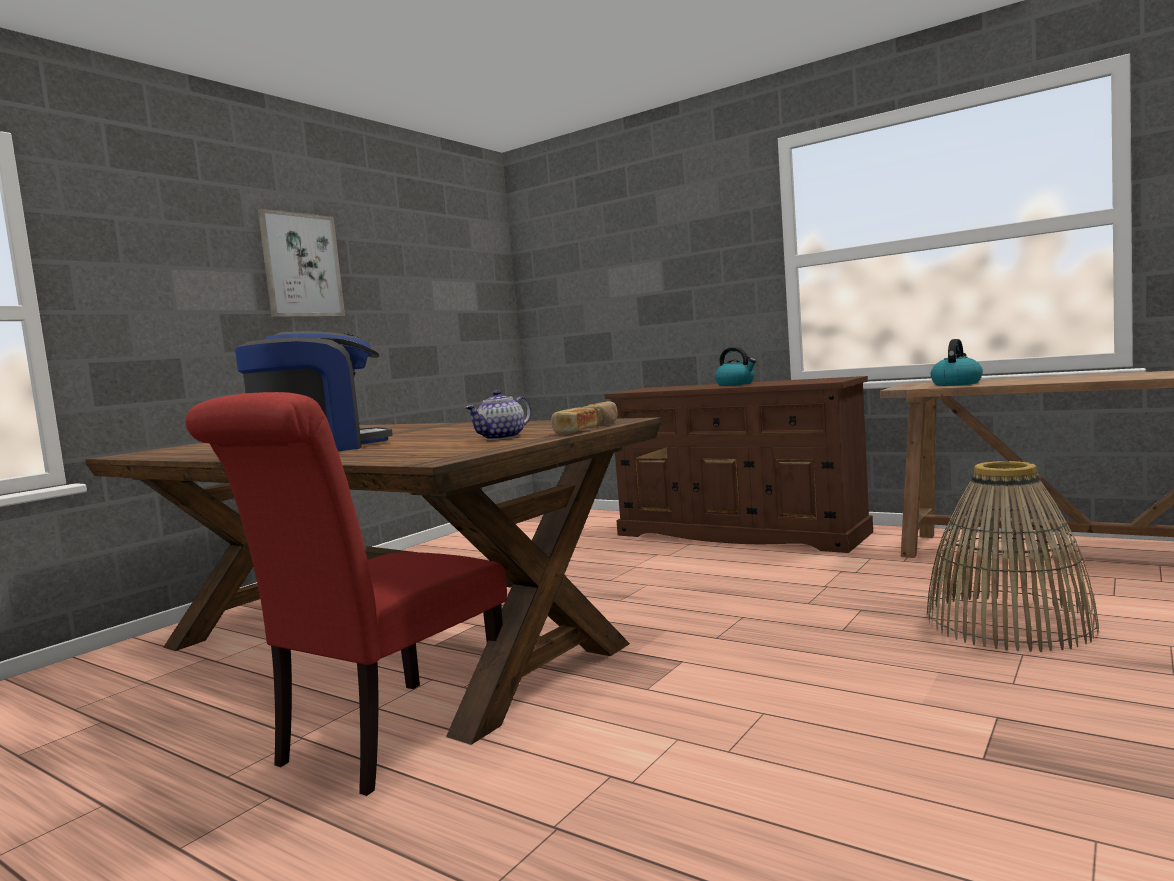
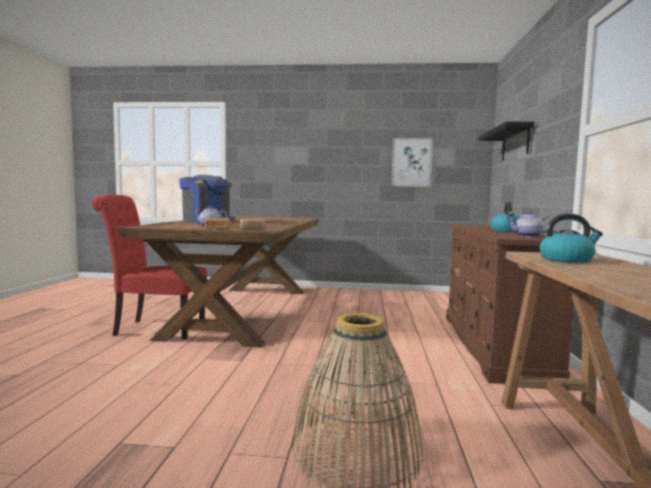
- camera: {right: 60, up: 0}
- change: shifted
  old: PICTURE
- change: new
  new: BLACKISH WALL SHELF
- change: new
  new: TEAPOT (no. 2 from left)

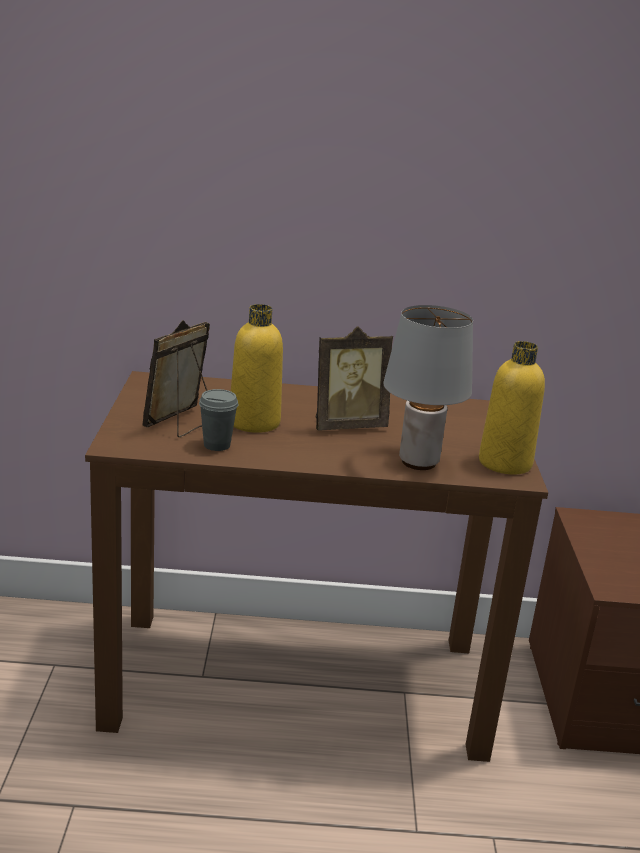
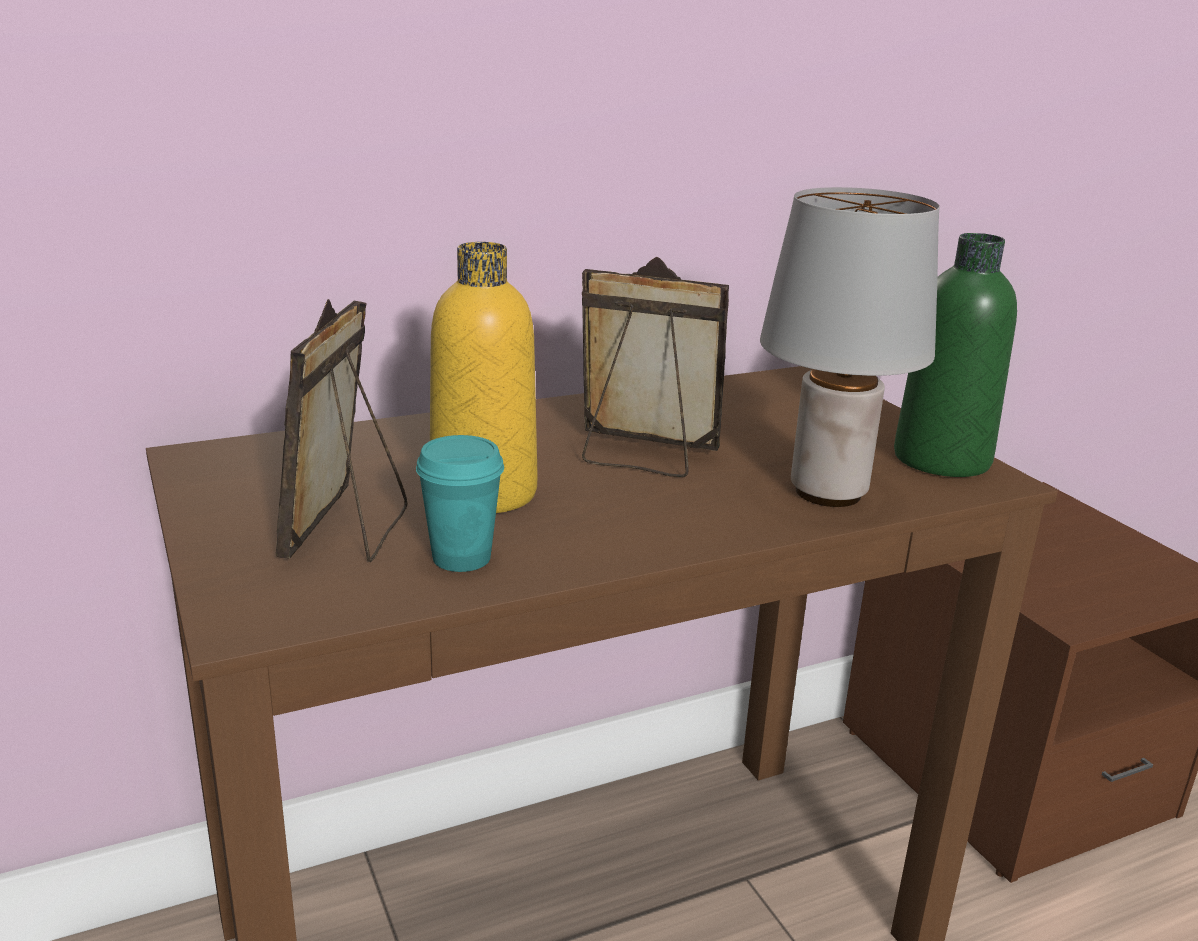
- camera: {right: -25, up: 0}
- change: repainted
  old: GREY DRINKING CUP
  new: BLUE-GREEN DRINKING CUP
- change: rotated
  old: PICTURE FRAME (no. 2 from left)
  degrees: -120
- change: repainted
  old: YELLOWISH DRINK BOTTLE (no. 2 from left)
  new: GREEN DRINK BOTTLE

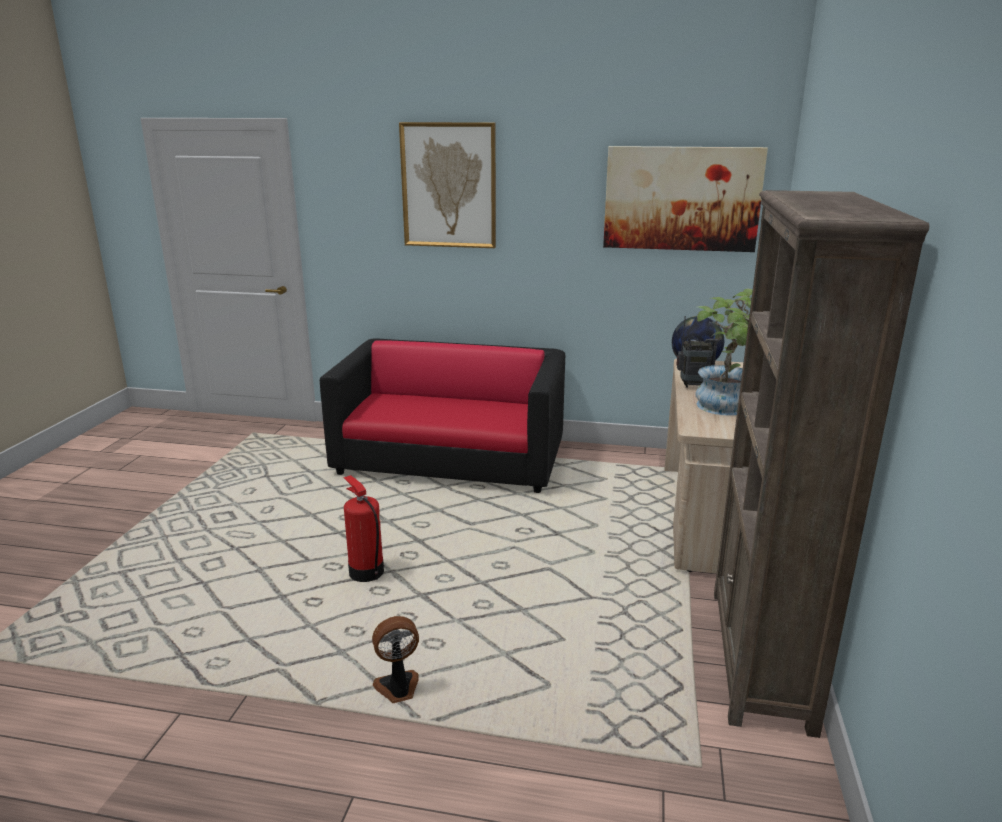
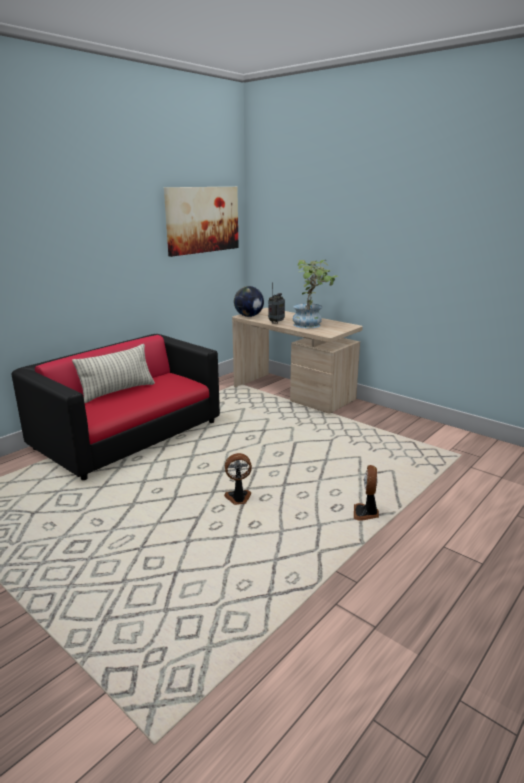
- camera: {right: -60, up: 0}
- change: new
  new: THROW PILLOW
- change: swapped
  old: FIRE-FIGHTING CYLINDER
  new: ELECTRIC FAN (no. 1 from left)
- change: gone
  old: PICTURE (no. 1 from left)
- change: gone
  old: BROWN SHELVING UNIT

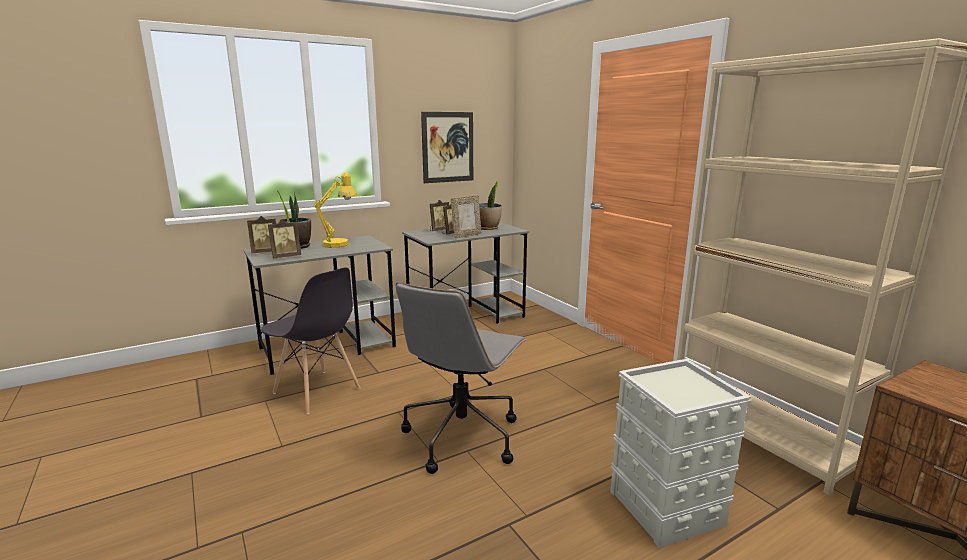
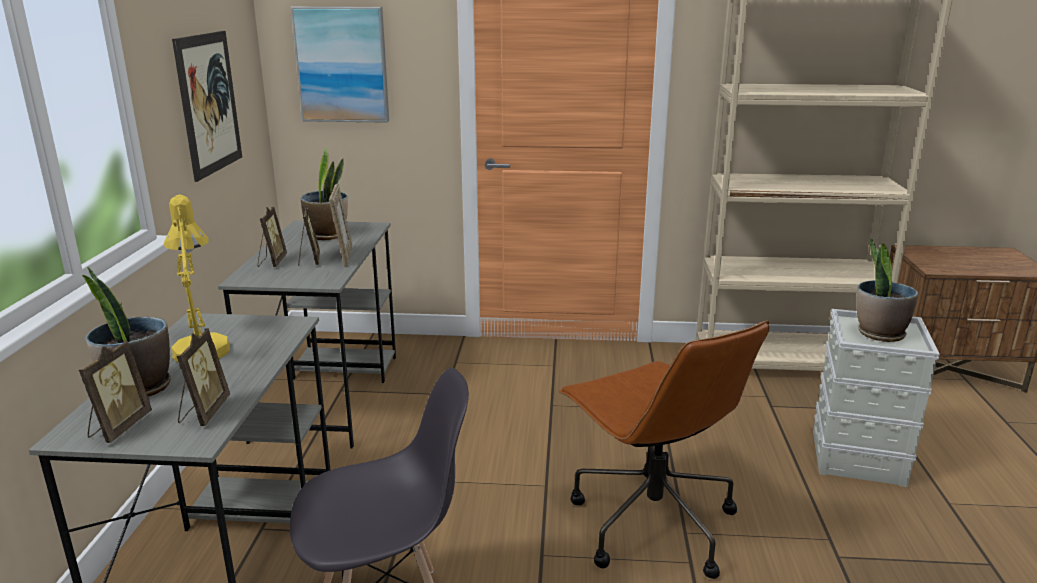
- camera: {right: -55, up: 5}
- change: new
  new: PICTURE (no. 2 from left)
- change: repainted
  old: GREY OFFICE CHAIR
  new: BROWN OFFICE CHAIR
- change: new
  new: PLANT IN A POT (no. 3 from left)

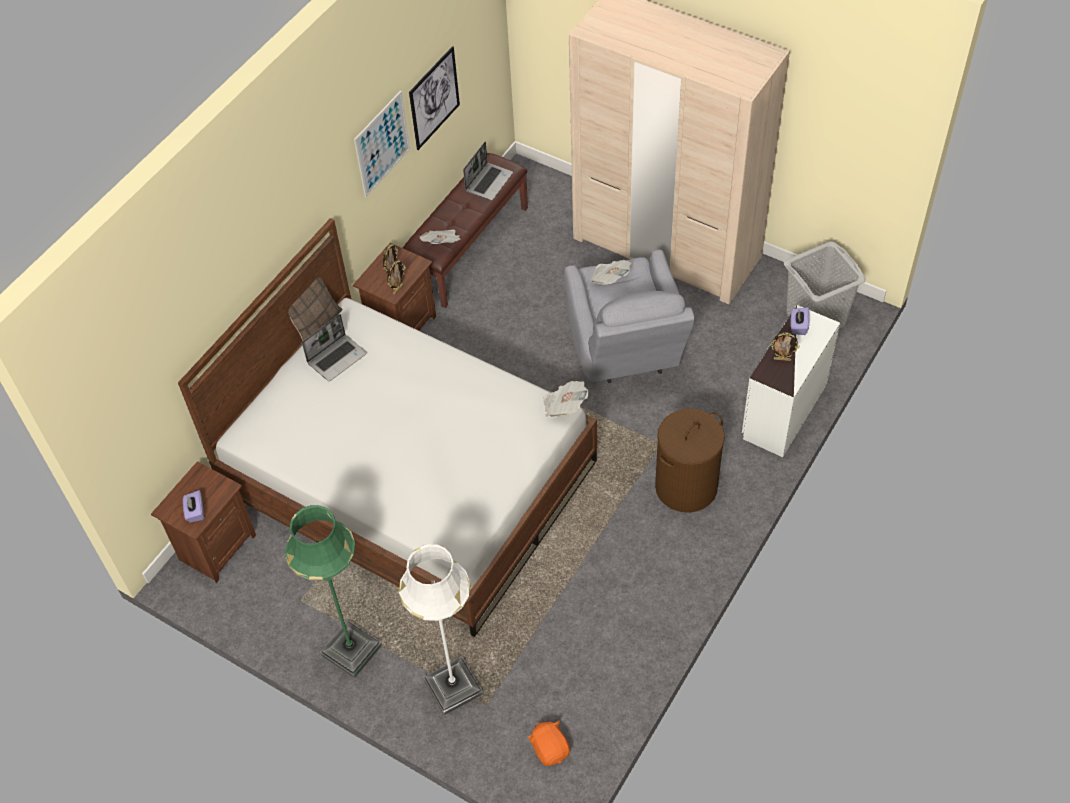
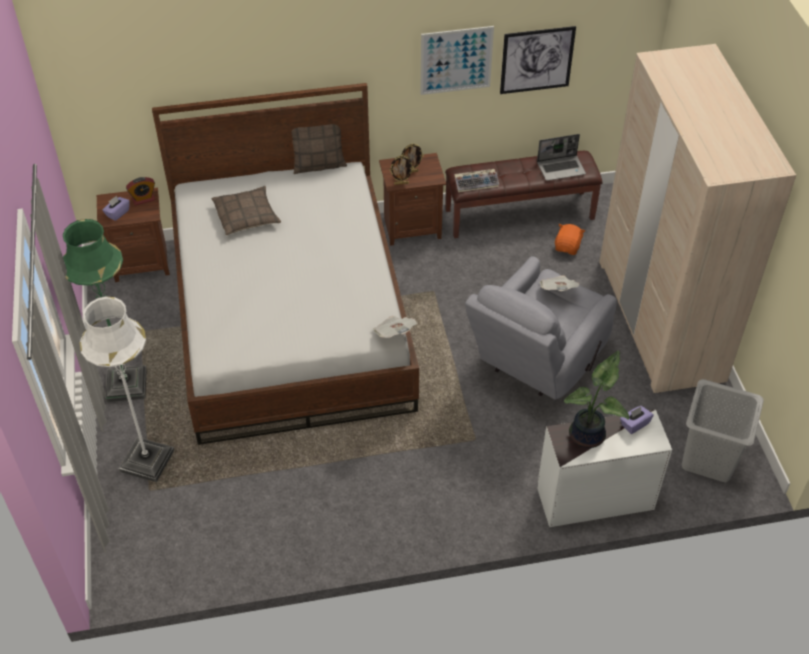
- camera: {right: 45, up: -5}
- change: new
  new: ALARM CLOCK
- change: new
  new: THROW PILLOW (no. 1 from left)
- change: swapped
  old: NEWSPAPER (no. 1 from left)
  new: PC KEYBOARD
- change: shifted
  old: ORANGEY SOFT TOY
- change: swapped
  old: PICTURE FRAME (no. 3 from left)
  new: PLANT IN A POT
- change: gone
  old: PORTABLE COMPUTER (no. 1 from left)
- change: gone
  old: BROWN WASHING BASKET

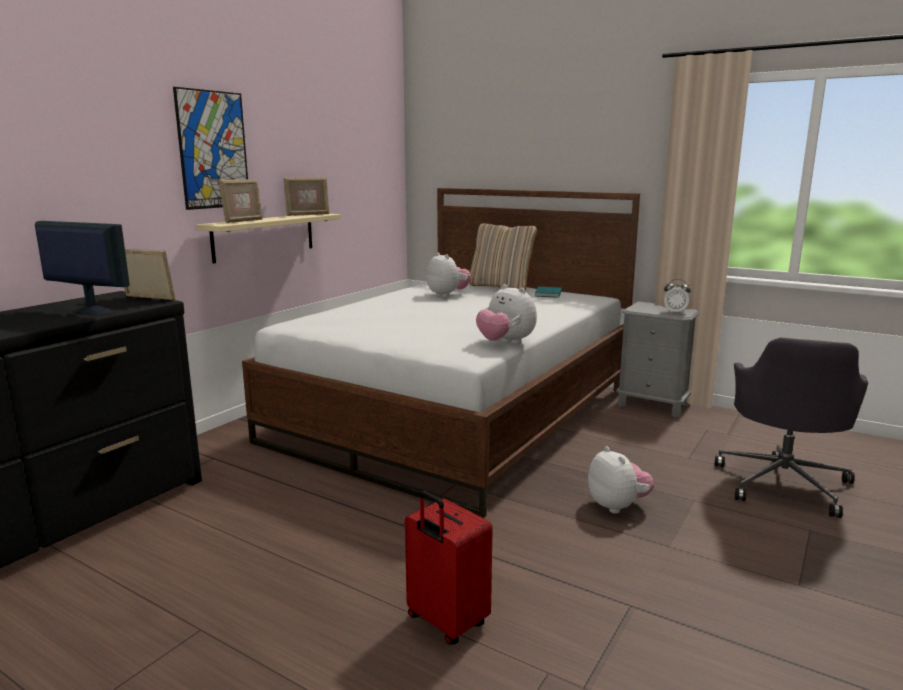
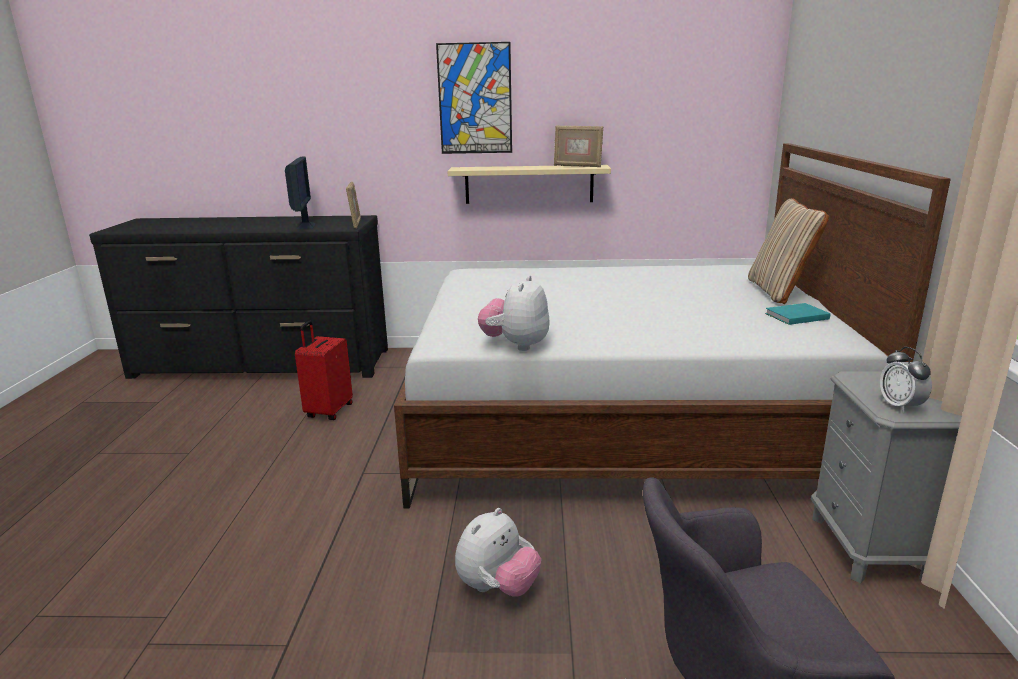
- camera: {right: 60, up: 5}
- change: shifted
  old: RED-COLOURED TRAVEL CASE
- change: gone
  old: PICTURE FRAME (no. 2 from left)
- change: gone
  old: SOFT TOY (no. 1 from left)

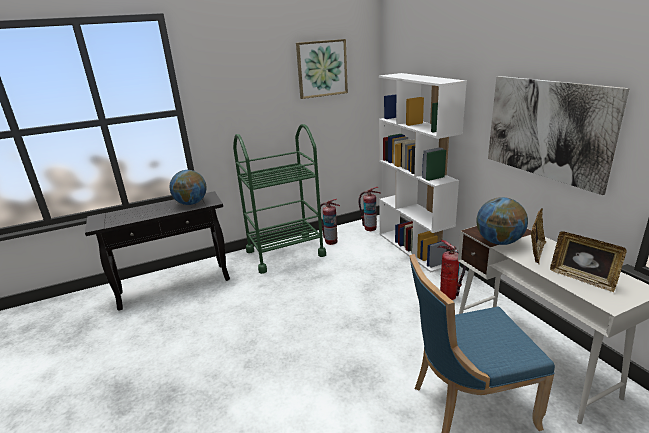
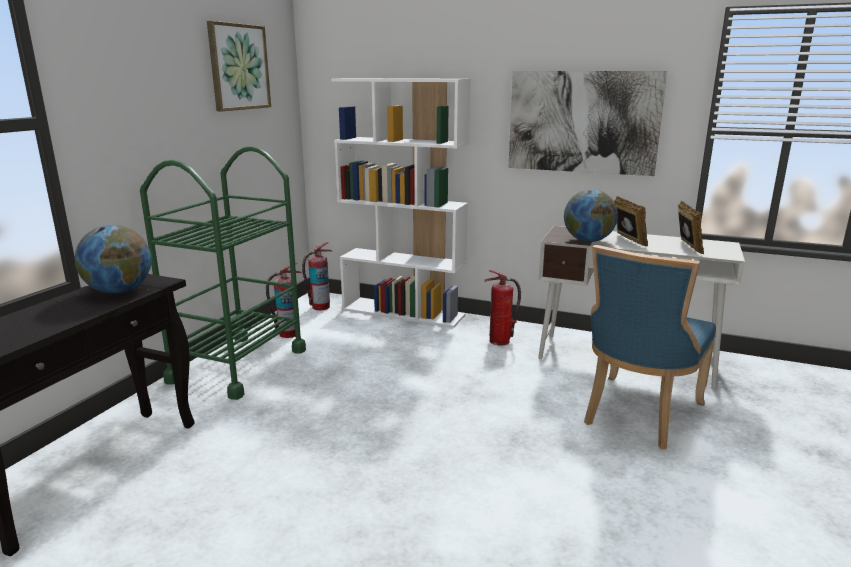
- camera: {right: -45, up: -5}
- change: rotated
  old: PICTURE FRAME (no. 2 from left)
  degrees: -90

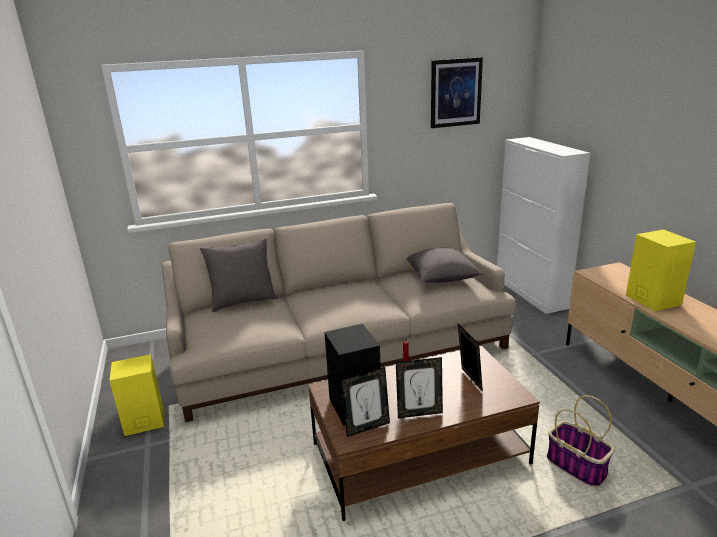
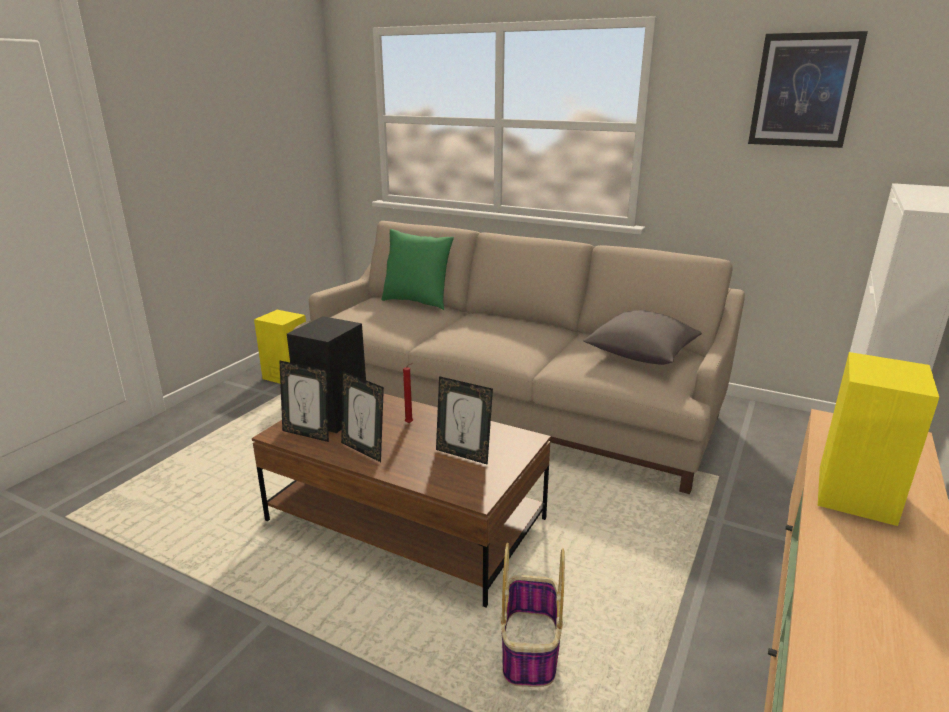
- camera: {right: 45, up: 0}
- change: repainted
  old: GREY THROW PILLOW (no. 1 from left)
  new: GREEN THROW PILLOW
- change: rotated
  old: PICTURE FRAME (no. 3 from left)
  degrees: 90

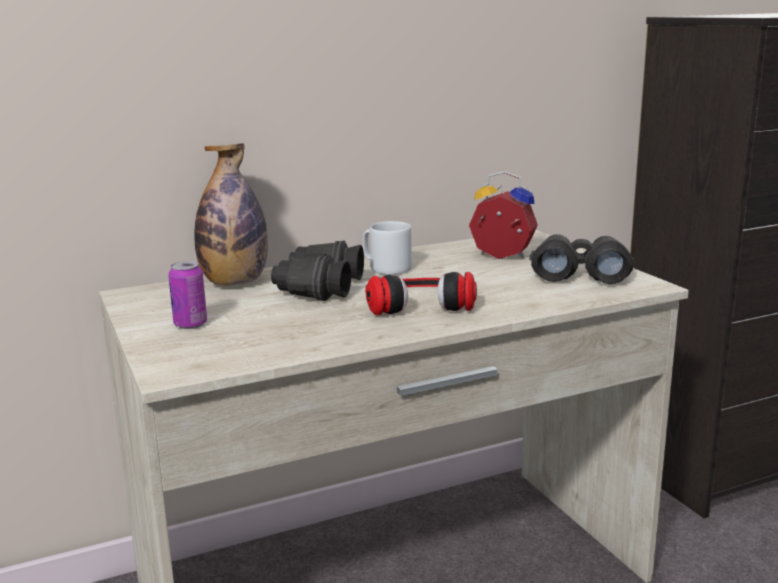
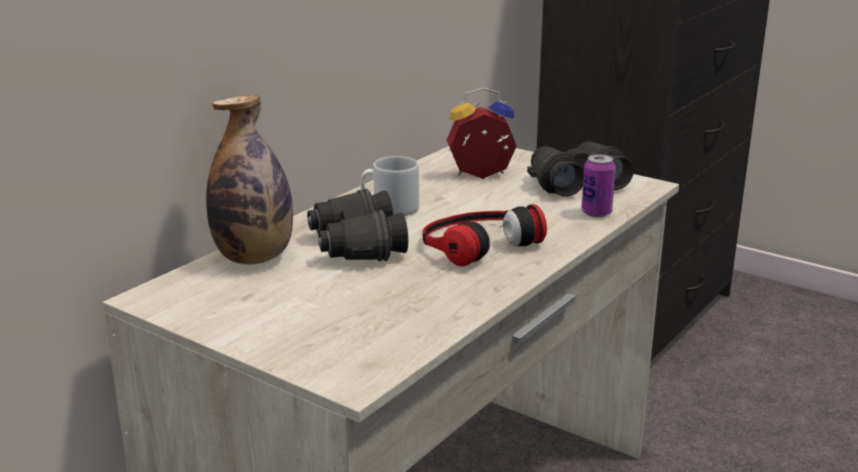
- camera: {right: -30, up: 5}
- change: shifted
  old: SEALED CAN

